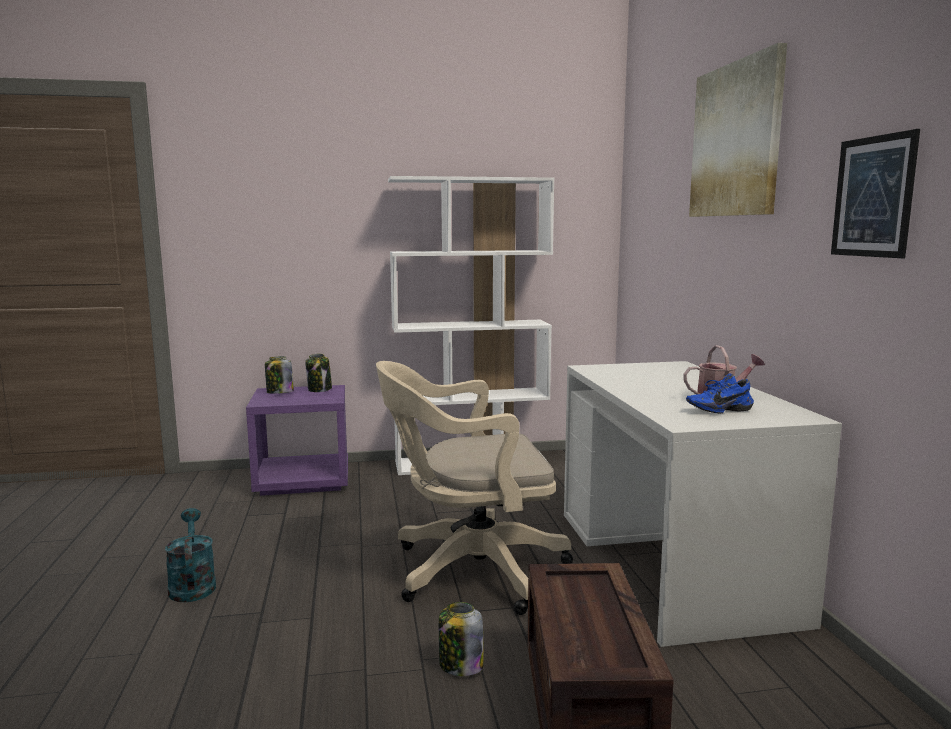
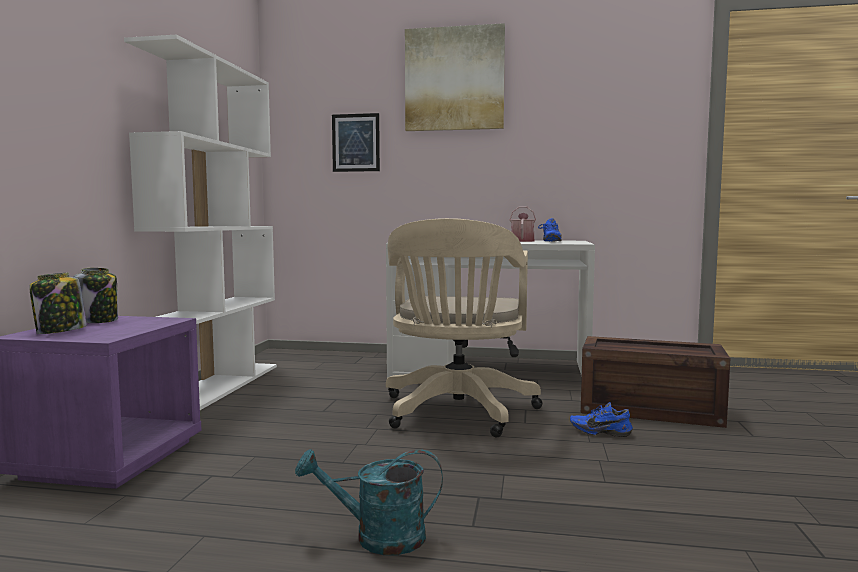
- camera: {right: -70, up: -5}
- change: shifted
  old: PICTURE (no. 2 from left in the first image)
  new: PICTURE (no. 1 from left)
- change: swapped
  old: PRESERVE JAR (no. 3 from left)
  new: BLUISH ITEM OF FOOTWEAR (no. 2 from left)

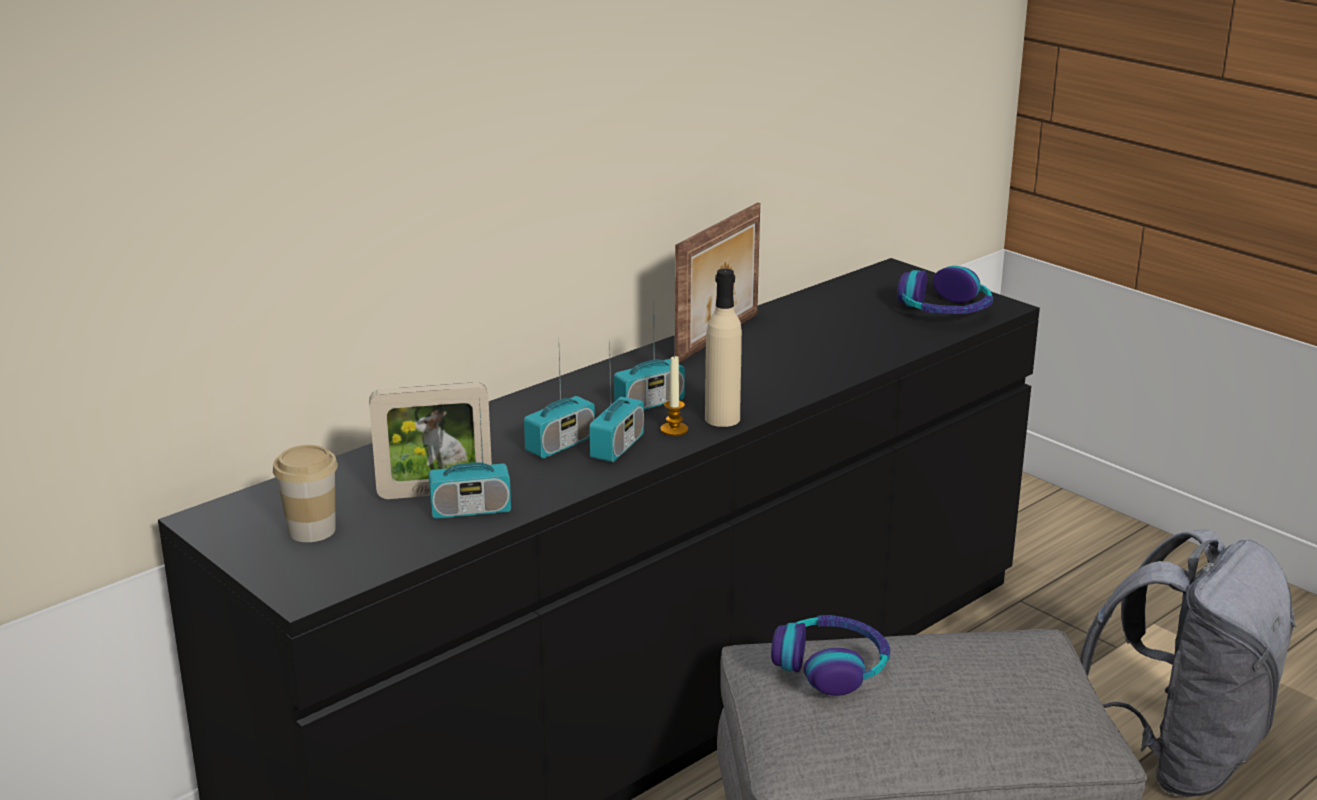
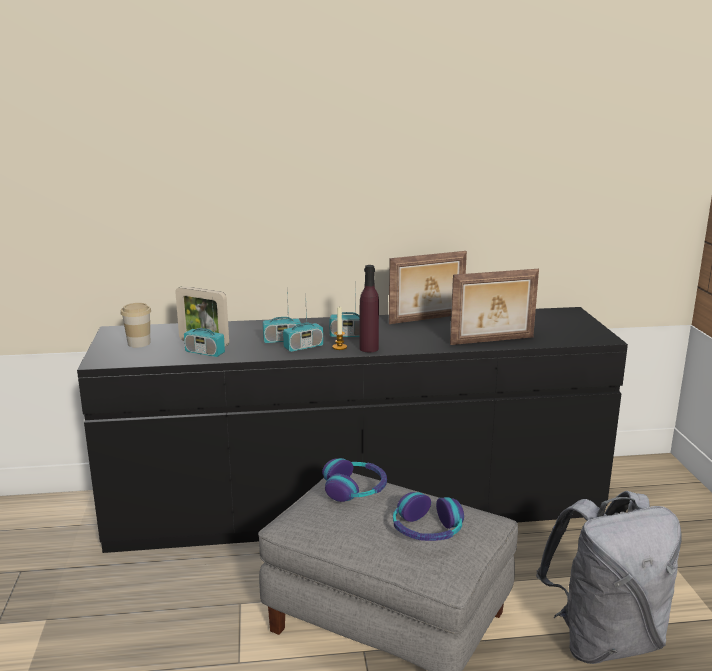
- camera: {right: 35, up: -5}
- change: repainted
  old: BEIGE-COLOURED DRINK BOTTLE
  new: PURPLE DRINK BOTTLE
- change: shifted
  old: HEADPHONES (no. 2 from left)
- change: new
  new: PICTURE FRAME (no. 3 from left)

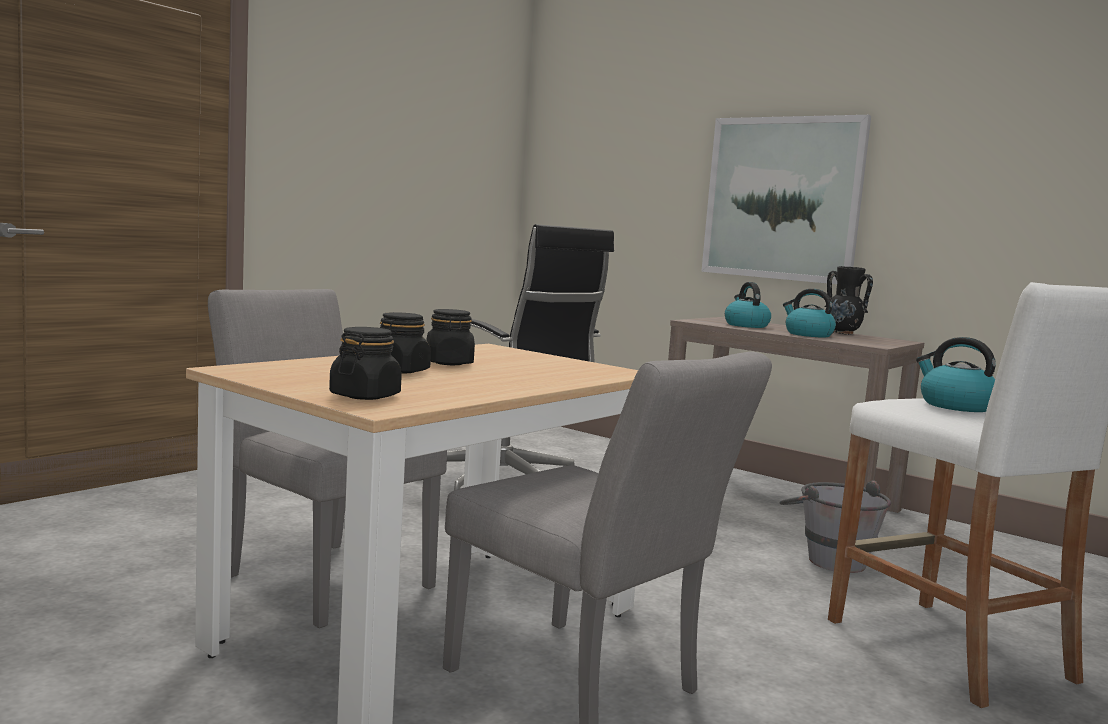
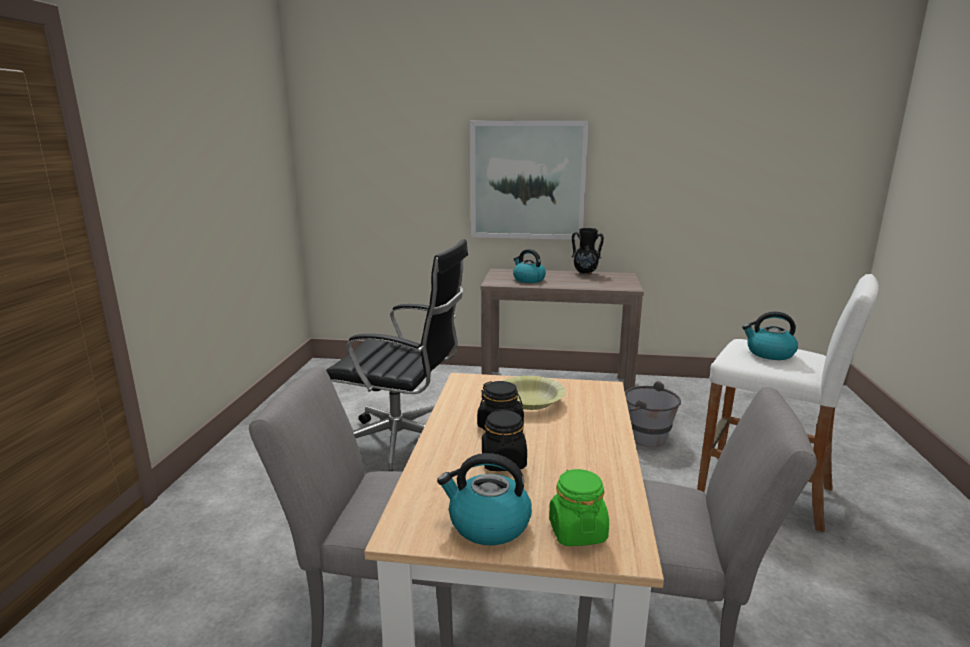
- camera: {right: -30, up: 10}
- change: shifted
  old: KETTLE (no. 2 from left in the first image)
  new: KETTLE (no. 1 from left)
- change: new
  new: YELLOWISH SERVING BOWL
- change: repainted
  old: BLACKISH PRESERVE JAR (no. 1 from left)
  new: GREEN PRESERVE JAR

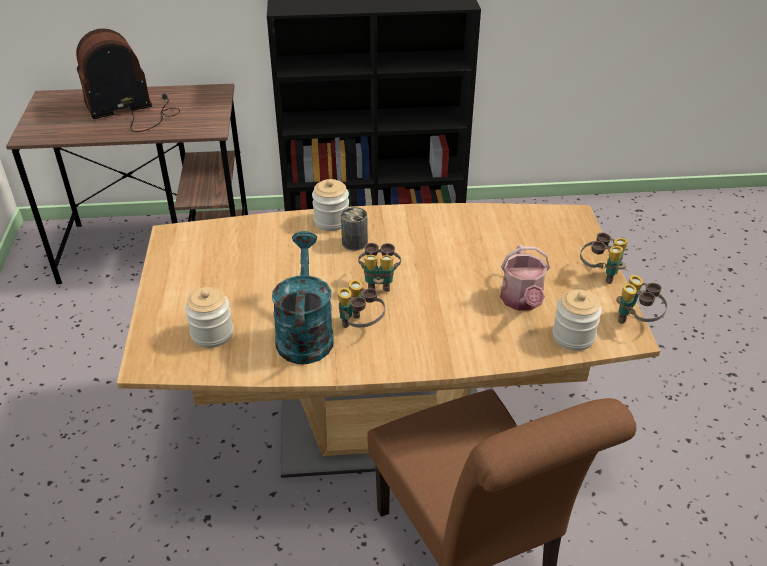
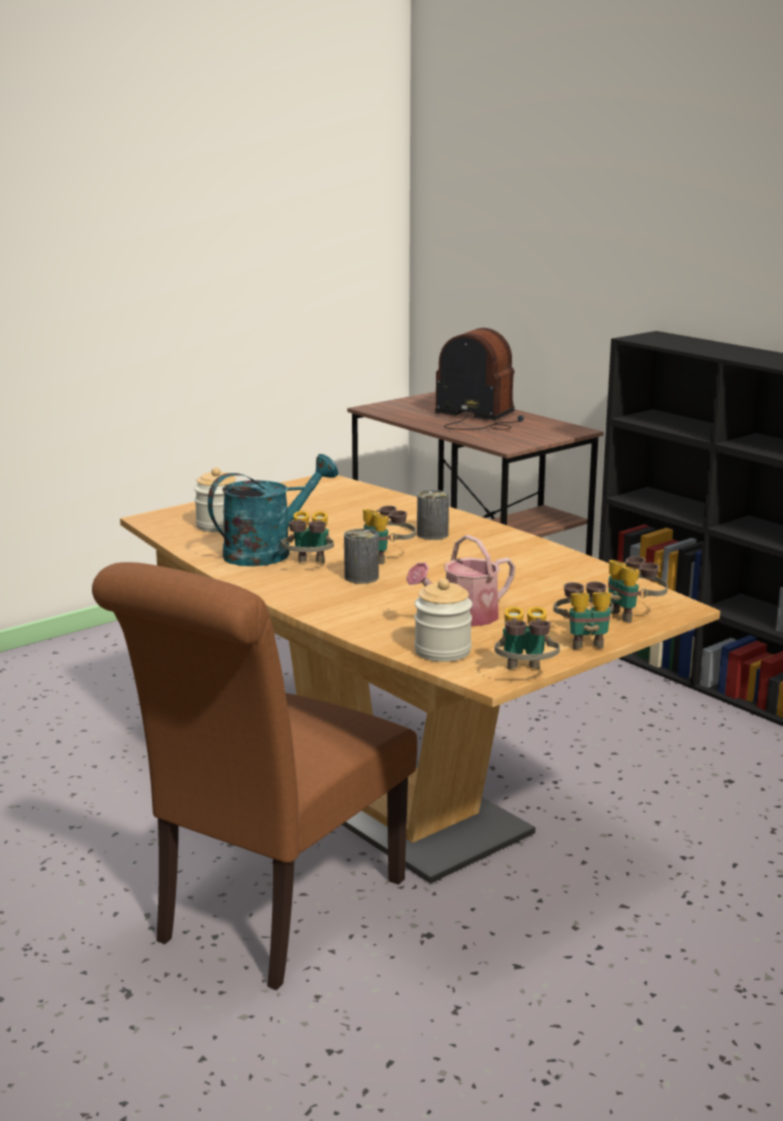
- camera: {right: 55, up: -20}
- change: new
  new: SEALED CAN (no. 1 from left)
- change: new
  new: FIELD GLASSES (no. 5 from left)
- change: gone
  old: PRESERVE JAR (no. 2 from left)

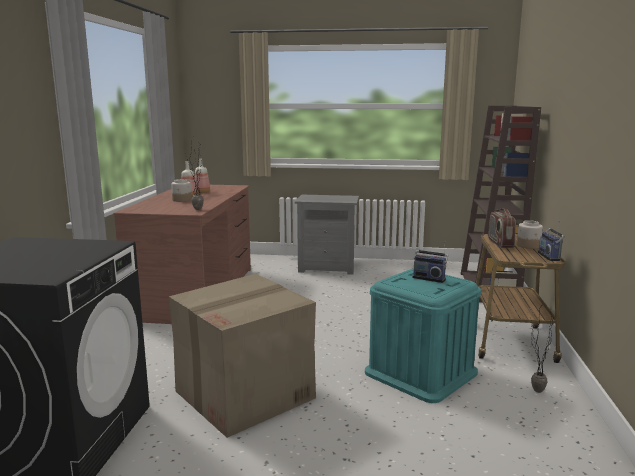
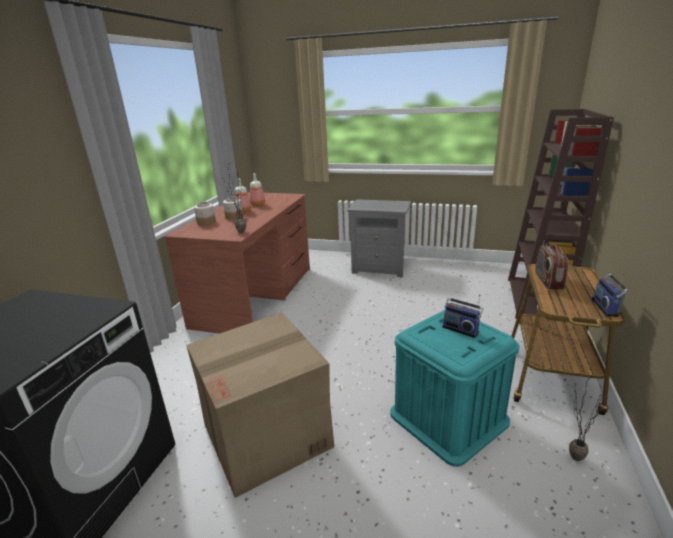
- camera: {right: 10, up: 10}
- change: shifted
  old: PRESERVE JAR (no. 2 from left in the first image)
  new: PRESERVE JAR (no. 1 from left)

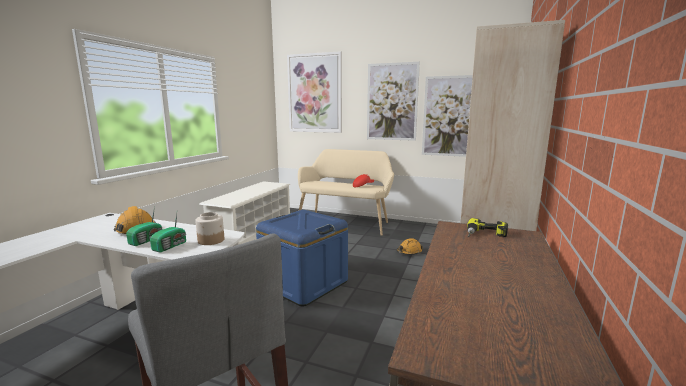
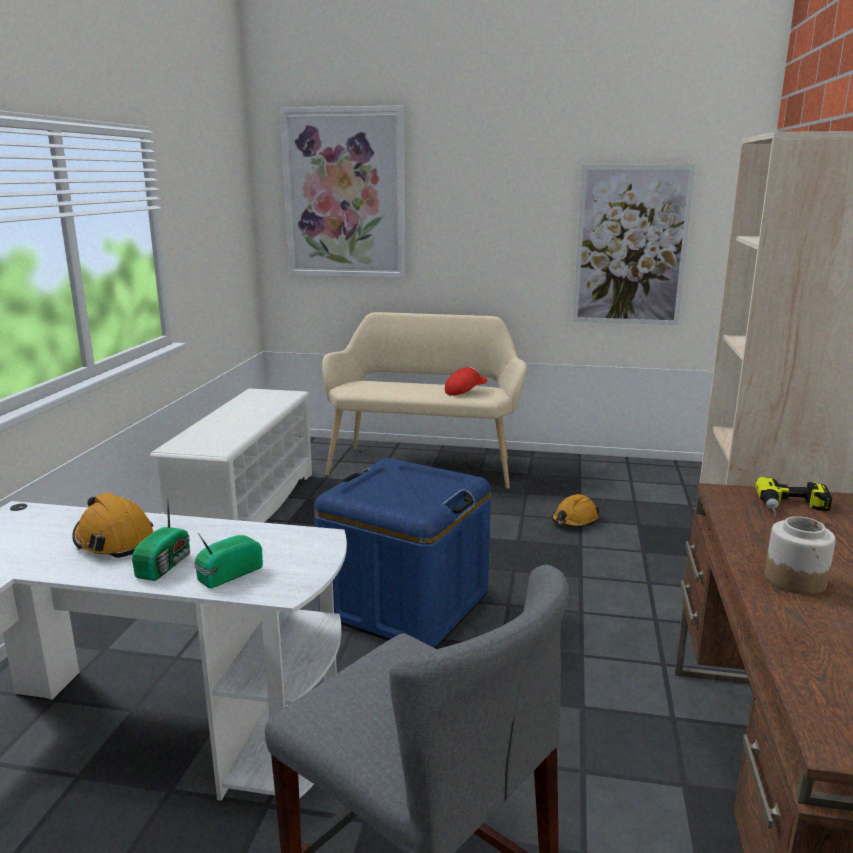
- camera: {right: -10, up: 5}
- change: rotated
  old: RADIO RECEIVER (no. 2 from left)
  degrees: -150
- change: shifted
  old: PRESERVE JAR
- change: gone
  old: PICTURE (no. 2 from left)

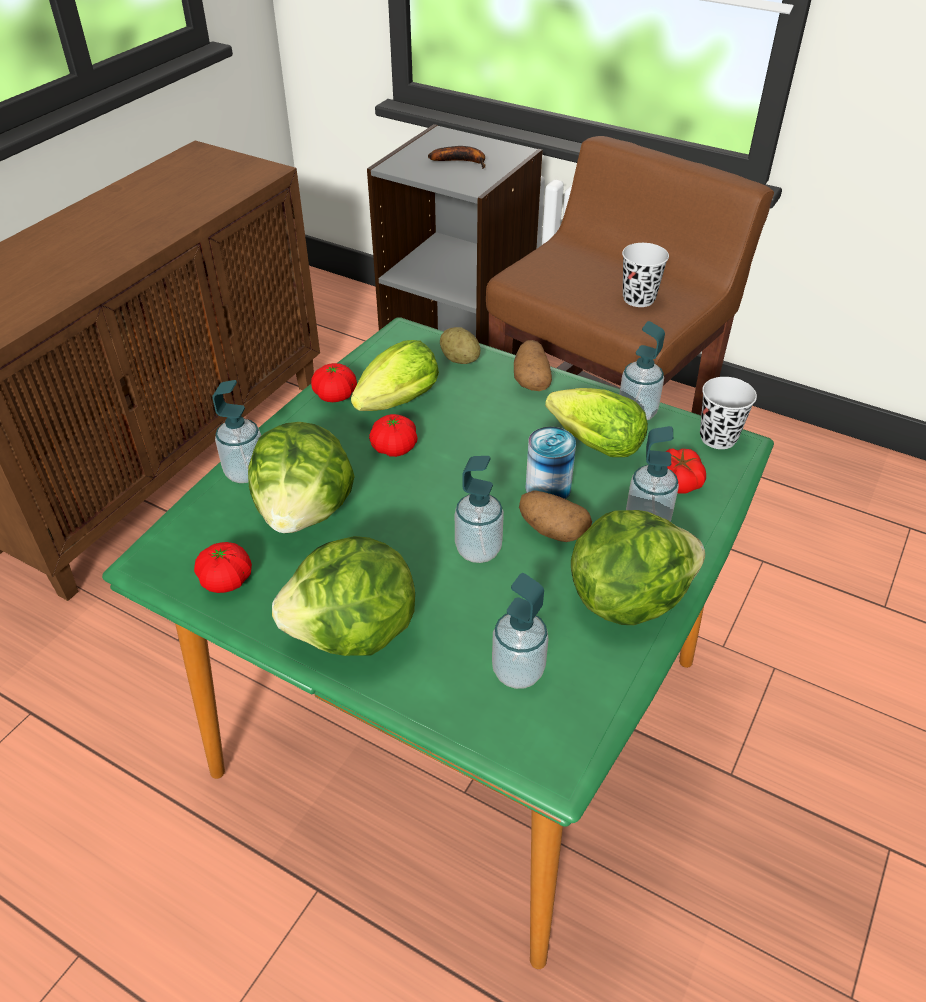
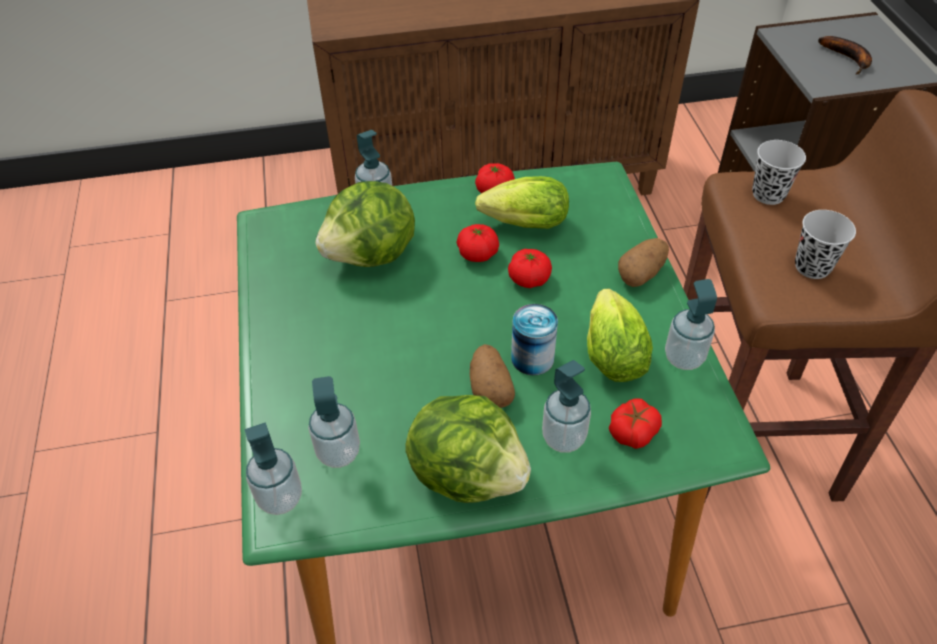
- camera: {right: 50, up: 5}
- change: shifted
  old: SOAP BOTTLE (no. 2 from left in the first image)
  new: SOAP BOTTLE (no. 1 from left)
- change: shifted
  old: WHOLE TOMATO (no. 1 from left in the first image)
  new: WHOLE TOMATO (no. 3 from left)
- change: shifted
  old: BLACKISH DRINKING CUP (no. 2 from left in the first image)
  new: BLACKISH DRINKING CUP (no. 1 from left)
- change: gone
  old: HEAD OF LETTUCE (no. 2 from left)
- change: gone
  old: SPUD (no. 1 from left)

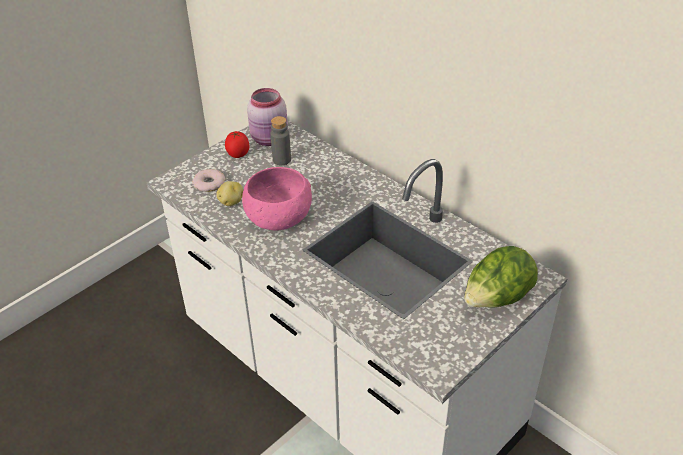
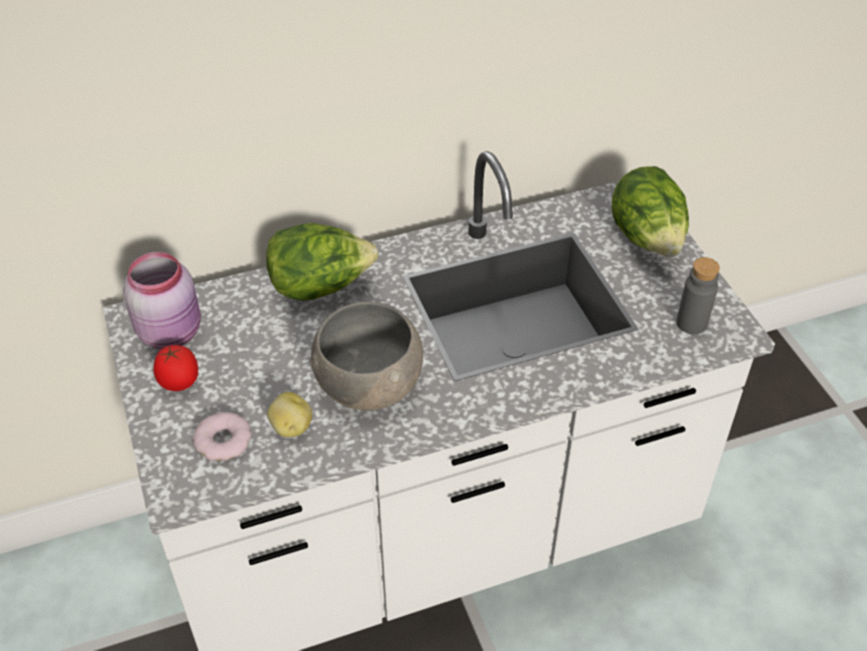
- camera: {right: -65, up: 5}
- change: new
  new: HEAD OF LETTUCE (no. 1 from left)
- change: repainted
  old: PINKISH SERVING BOWL
  new: GREY SERVING BOWL
- change: shifted
  old: GREY DRINK BOTTLE

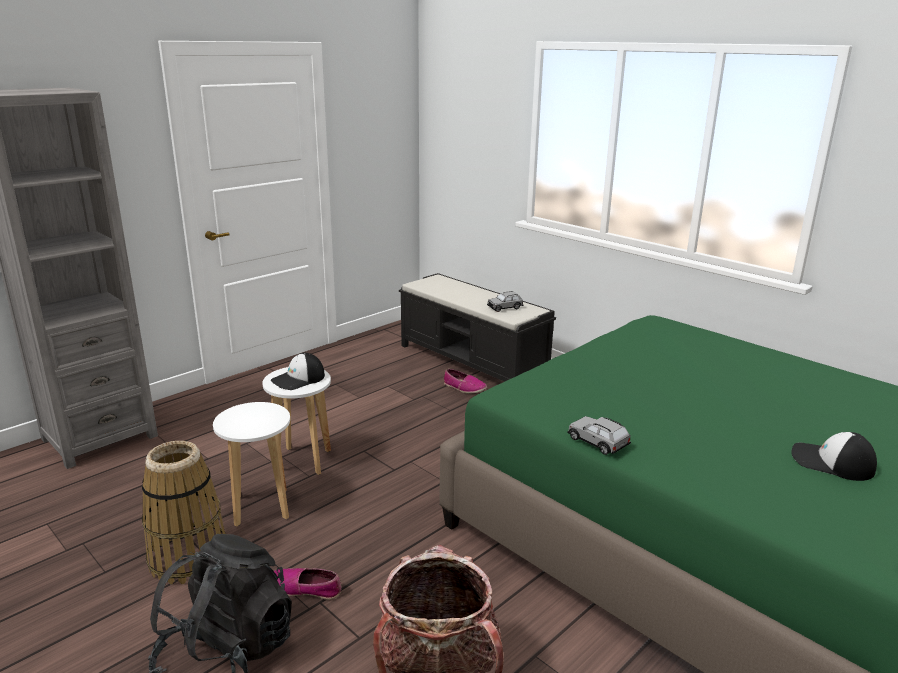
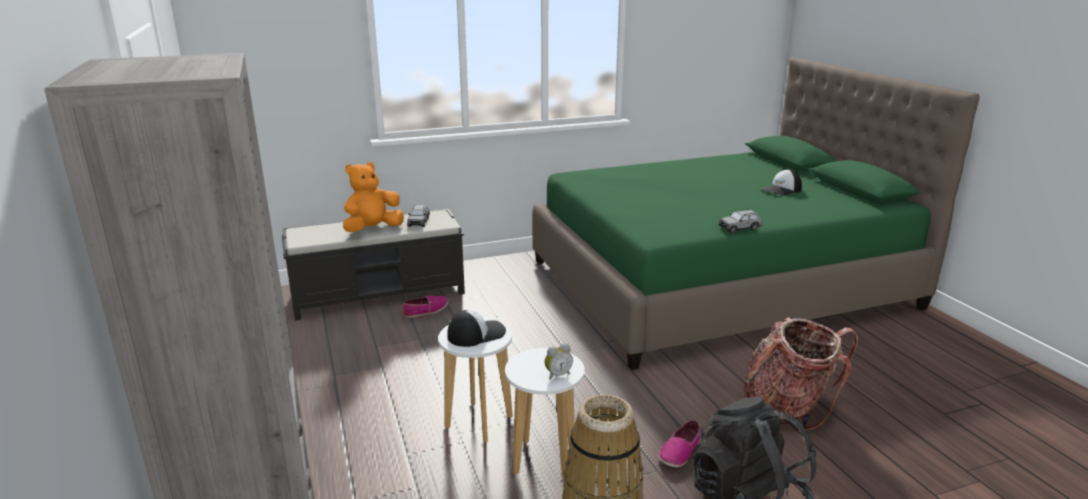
- camera: {right: -65, up: 0}
- change: new
  new: ORANGEY SOFT TOY
- change: rotated
  old: CAP (no. 1 from left)
  degrees: -105
- change: new
  new: ALARM CLOCK

